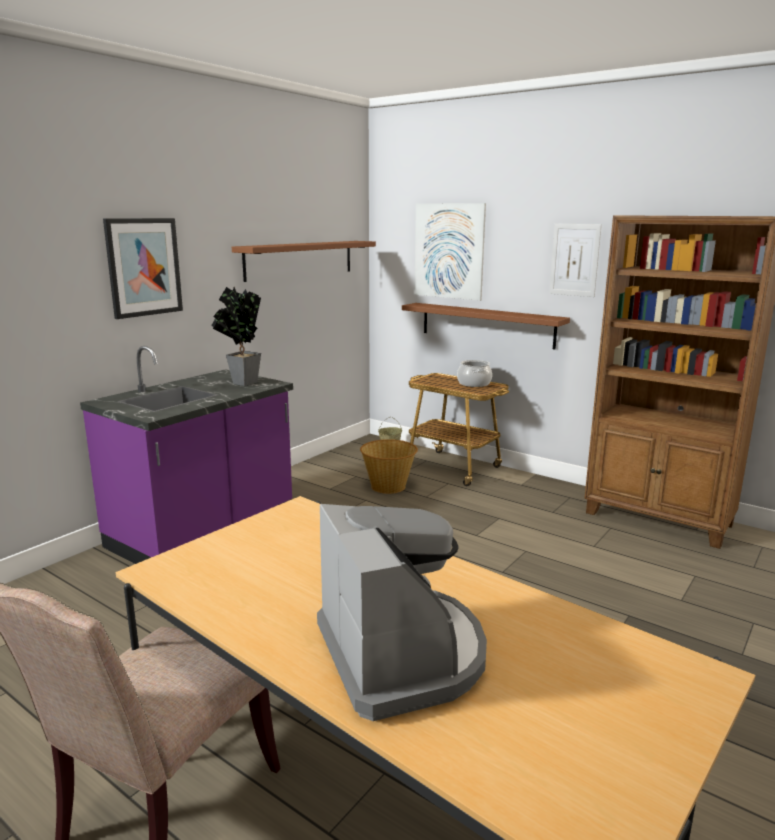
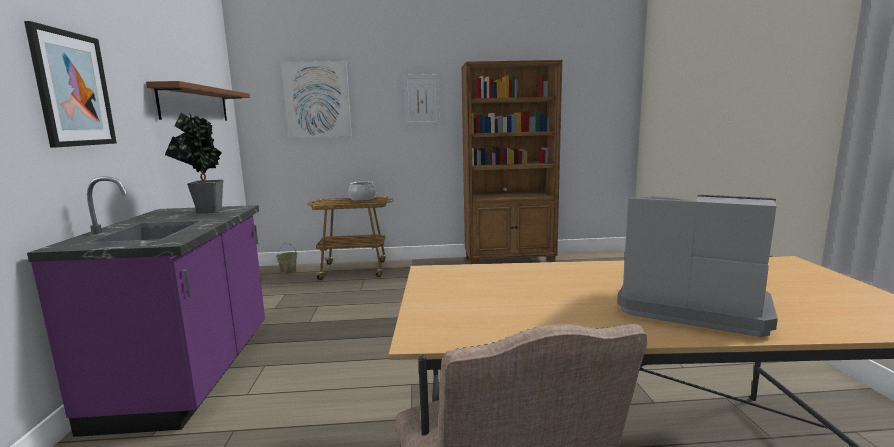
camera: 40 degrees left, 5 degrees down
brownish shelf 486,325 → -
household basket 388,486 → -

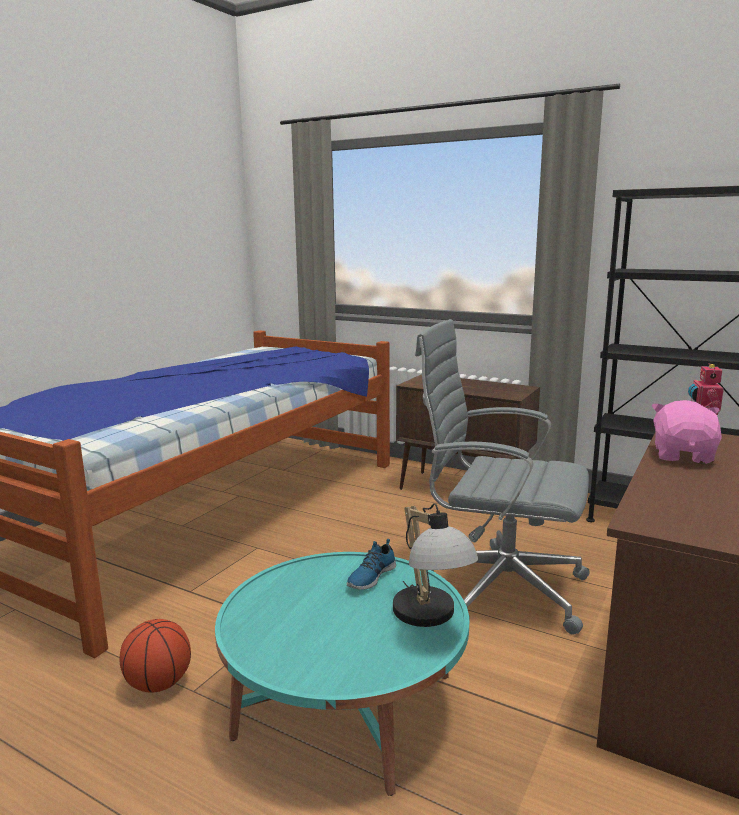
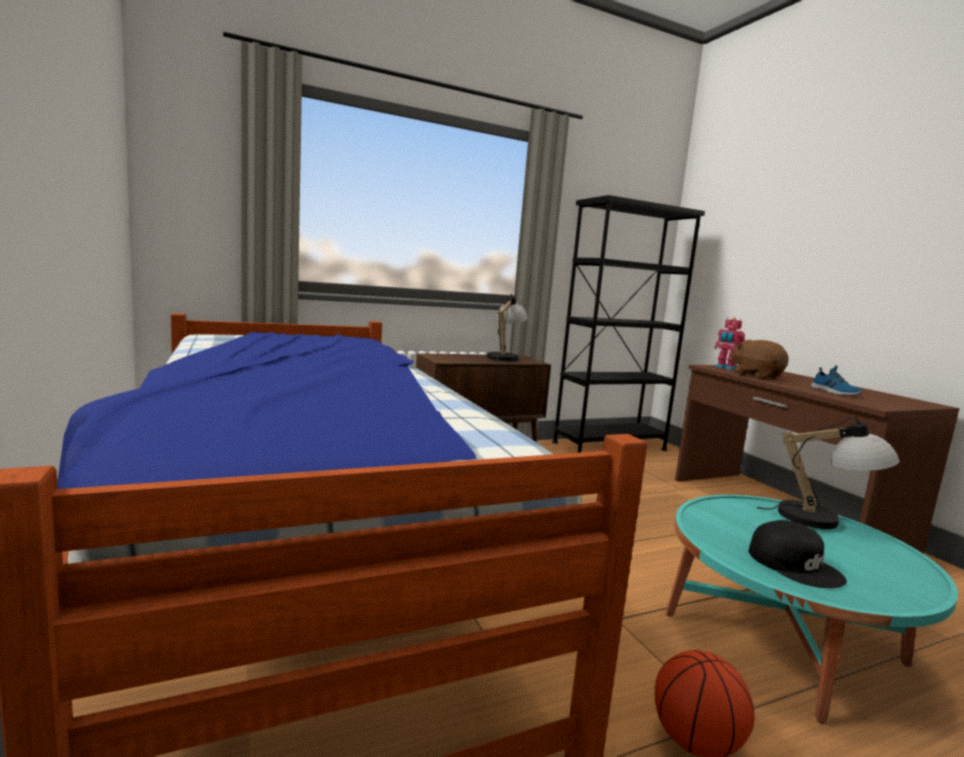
camera: 55 degrees left, 5 degrees down
grey office chair 499,588 → -
pinkish plush toy 683,455 → brownish plush toy 756,376
item of footwear 370,576 → item of footwear 834,392, relocated
- → lamp for a table 504,357
- → black cap 794,564

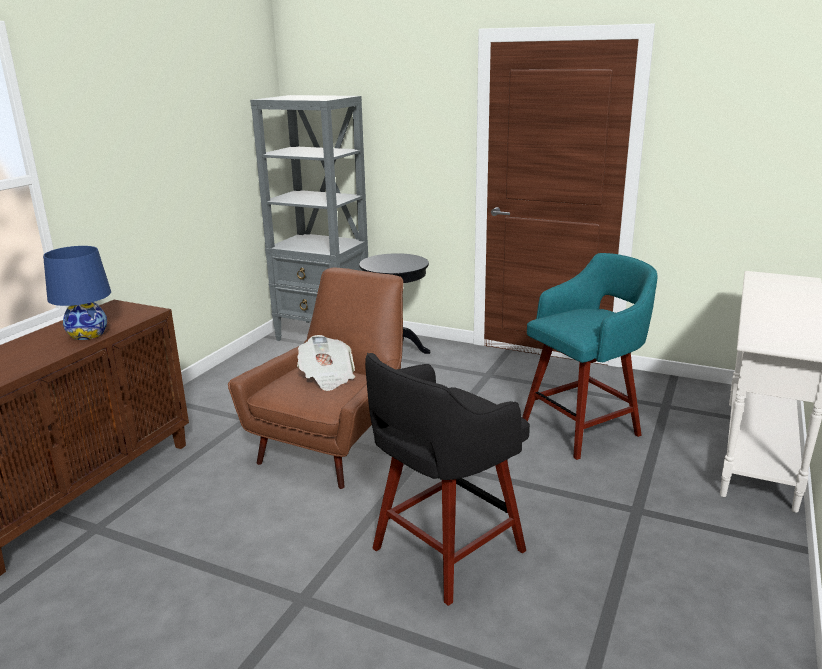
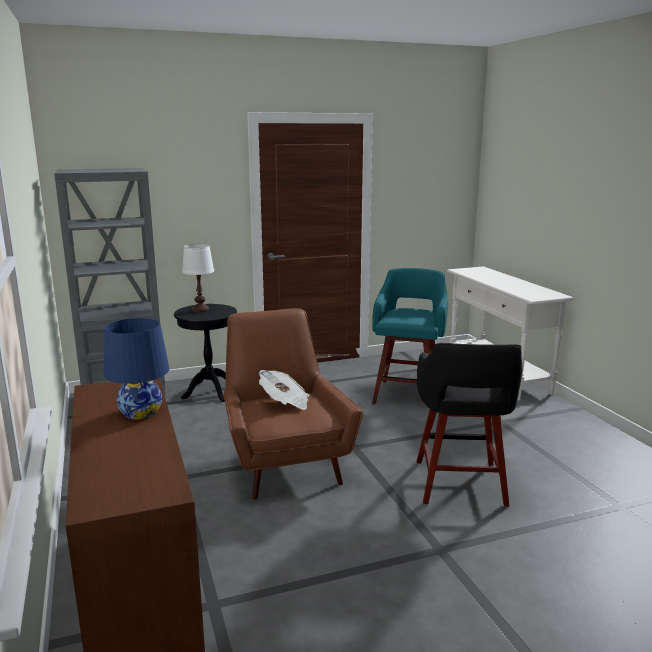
camera: 45 degrees left, 5 degrees down
- → white lamp for a table 200,310

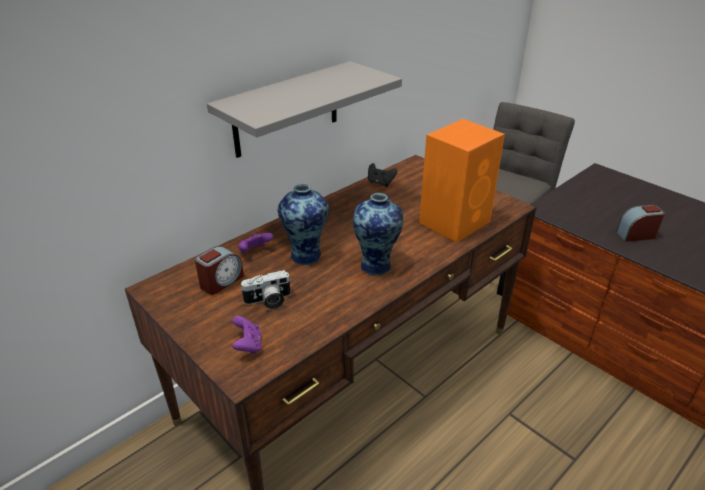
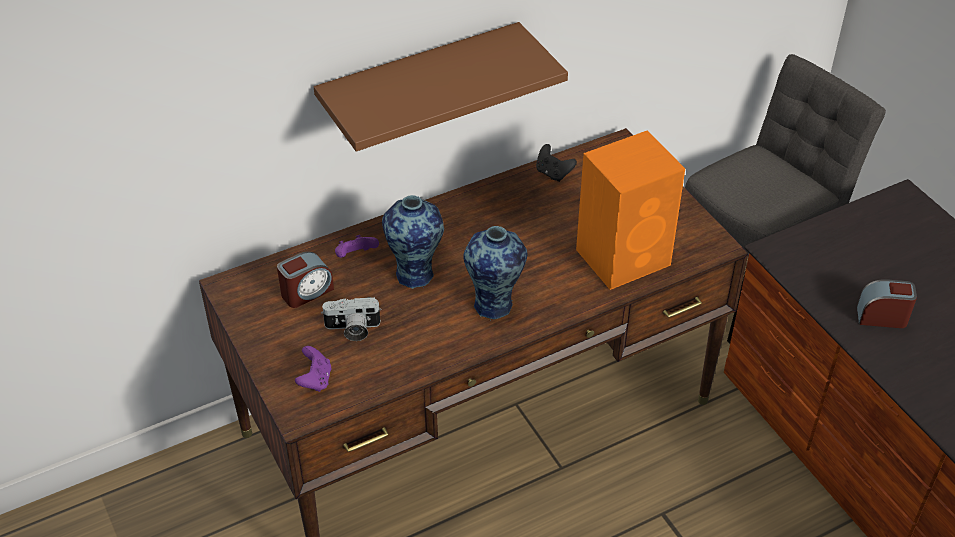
camera: 15 degrees right, 10 degrees up
grey shelf 286,109 → brownish shelf 420,84

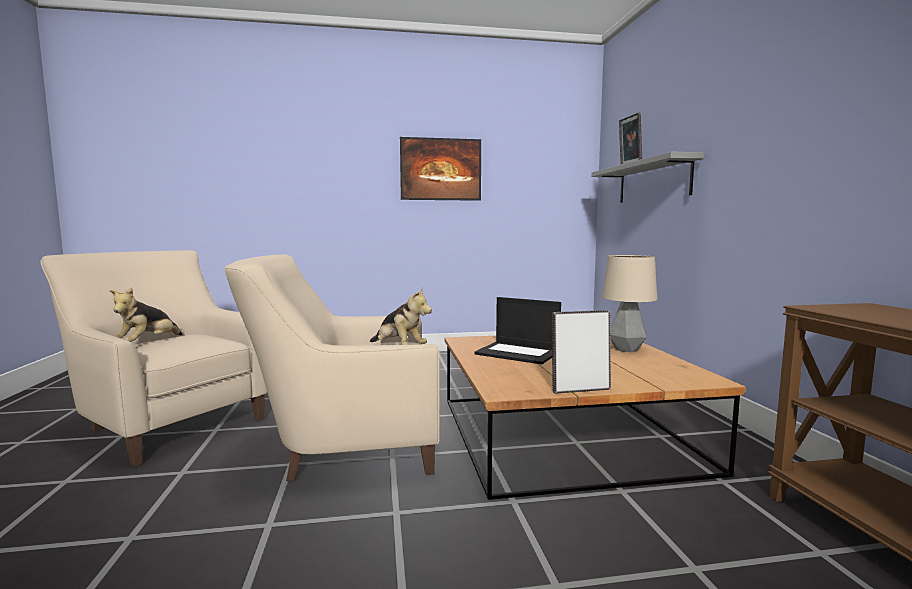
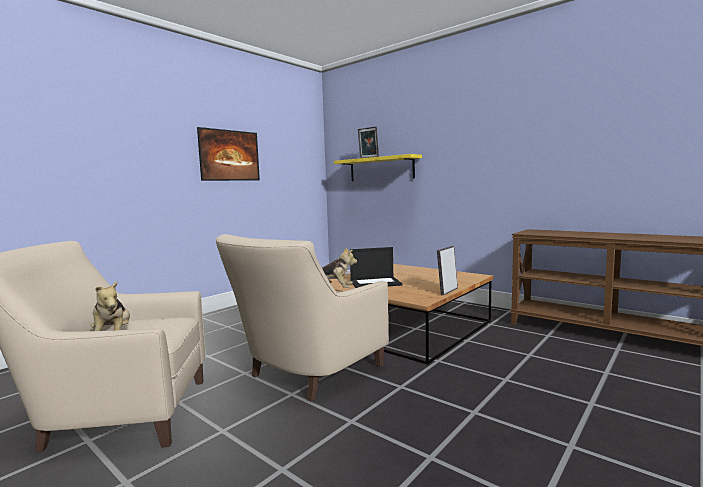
camera: 40 degrees left, 0 degrees up
grey shelf 653,181 → yellowish shelf 381,169
lamp for a table 626,349 → -

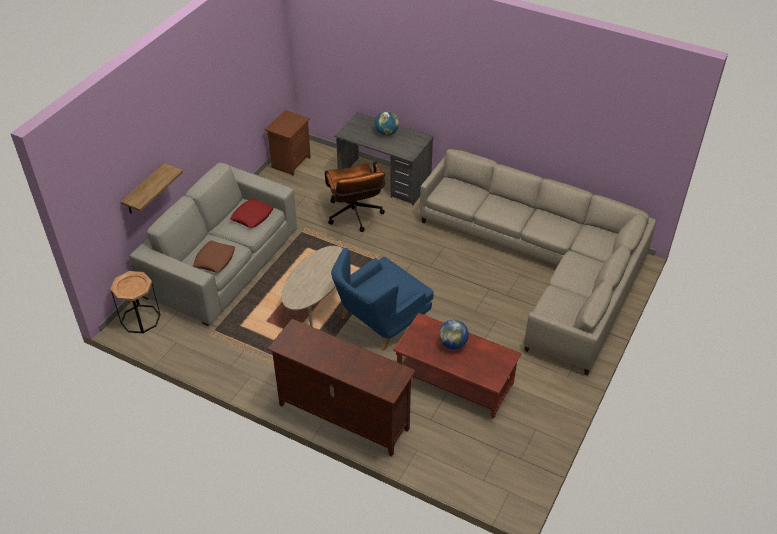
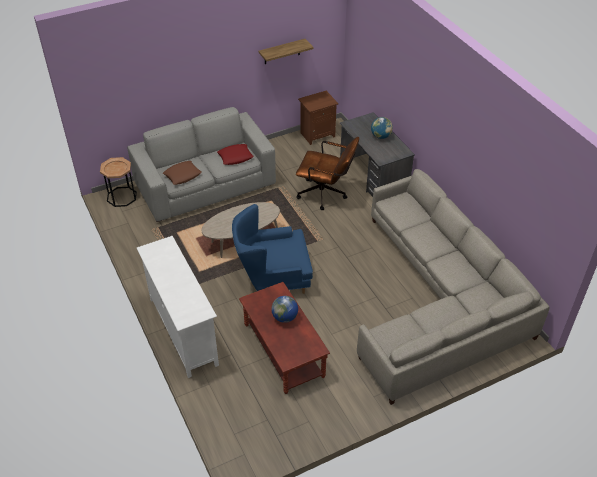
camera: 35 degrees right, 0 degrees up
brownish office chair 355,217 → brownish office chair 326,194, 90 degrees counterclockwise
shelf 144,190 → shelf 282,51, relocated
brownish media console 343,417 → white media console 182,331

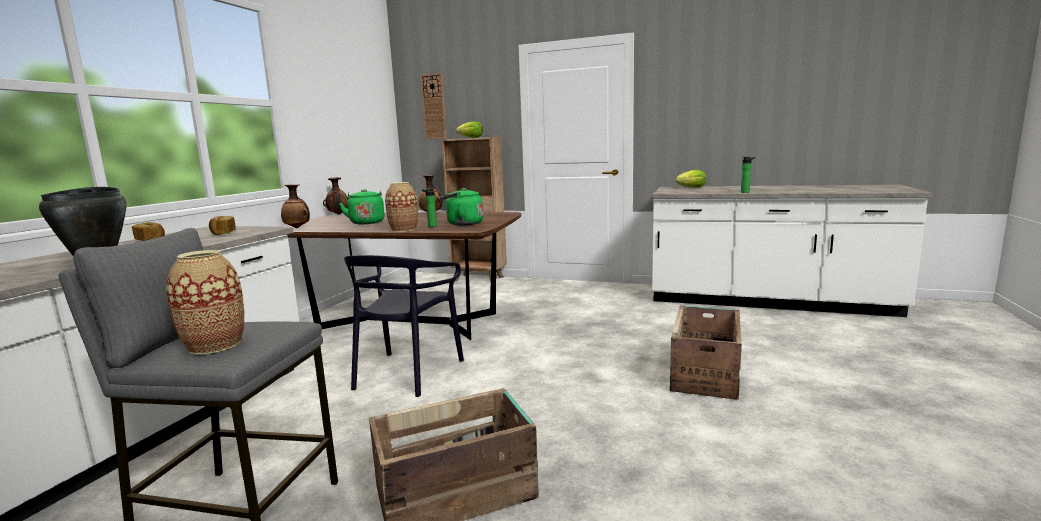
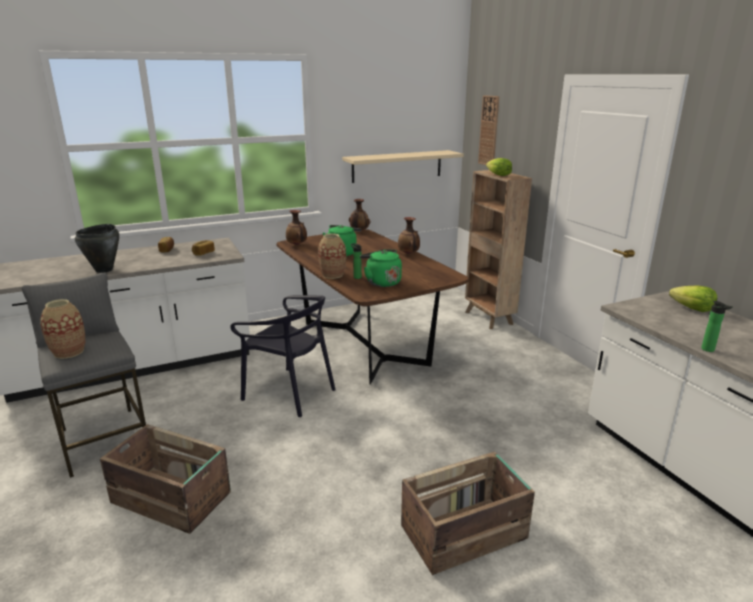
camera: 45 degrees right, 10 degrees up
black upright chair 407,373 → black upright chair 289,393, 120 degrees counterclockwise
- → beige-coloured shelf 397,166

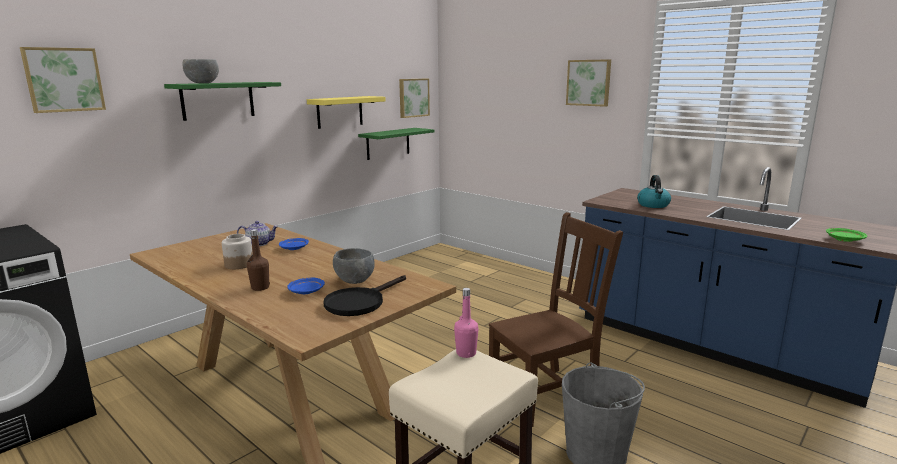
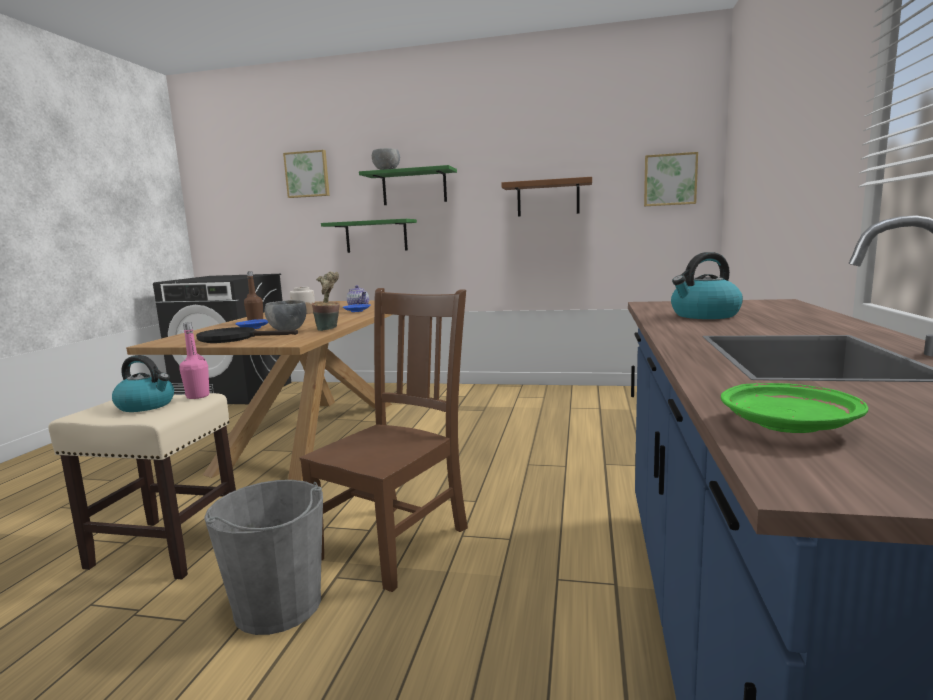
camera: 60 degrees right, 5 degrees down
wall art 589,82 → -
yellowish shelf 339,112 → brownish shelf 548,198
green shelf 388,143 → green shelf 376,236, relocated
brownish upright chair 547,395 → brownish upright chair 396,540, 90 degrees counterclockwise
- → plant in a pot 329,329
- → tea kettle 147,405

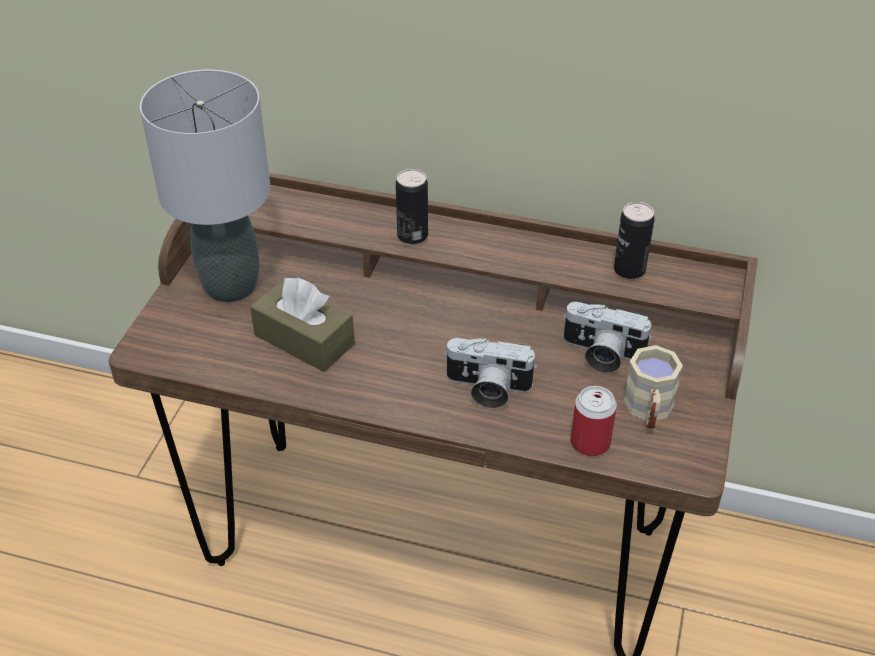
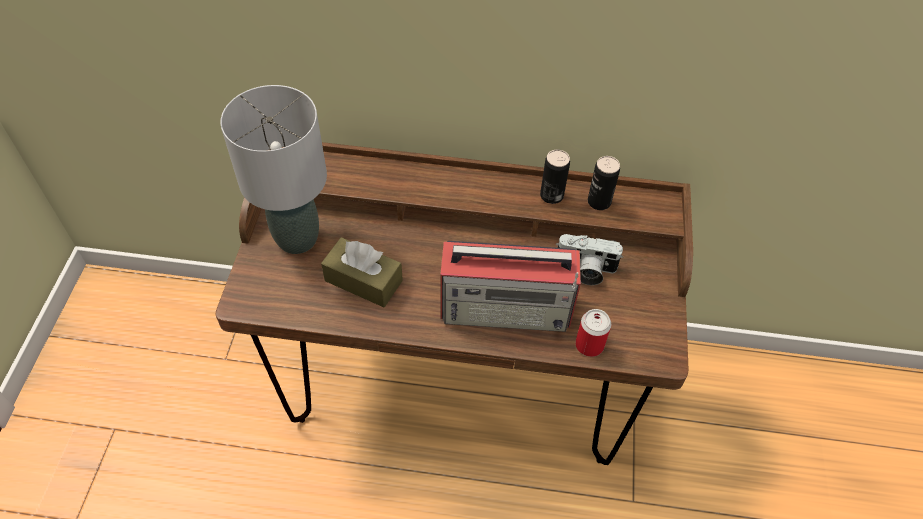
camera: 10 degrees left, 10 degrees up
sealed can 412,235 → sealed can 551,195, relocated
photo camera 487,389 → radio 507,308
beige-coloured mug 648,411 → -

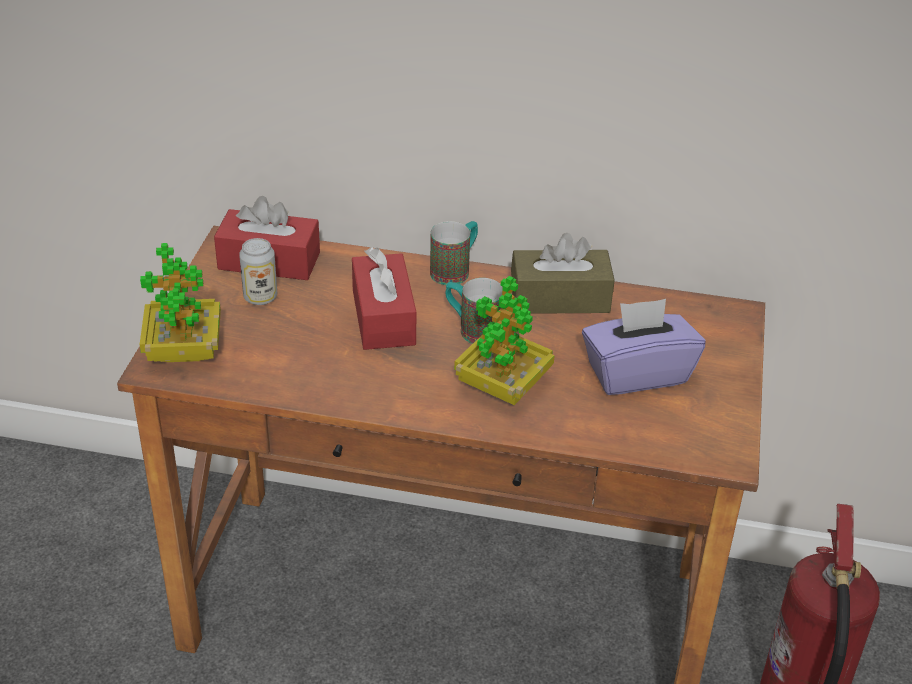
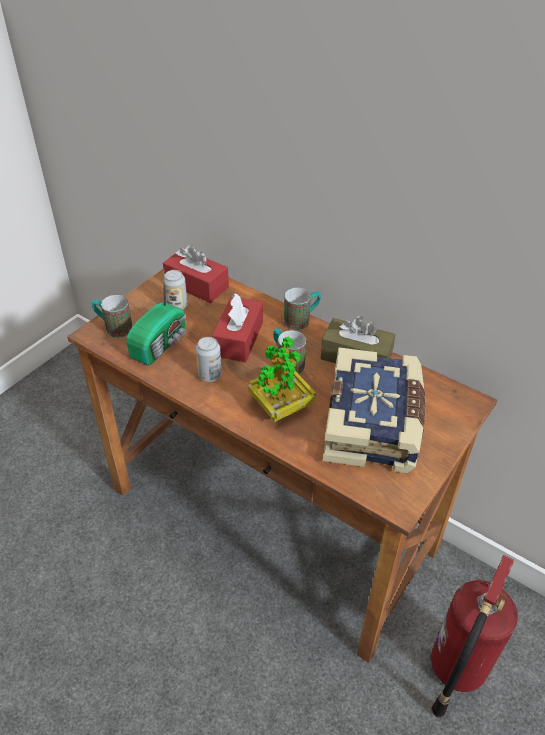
camera: 25 degrees right, 5 degrees up
plant in a pot 184,351 → mug 114,328
purple box of tissues 637,373 → book 374,424
- → radio 161,343
- → sealed can 210,375

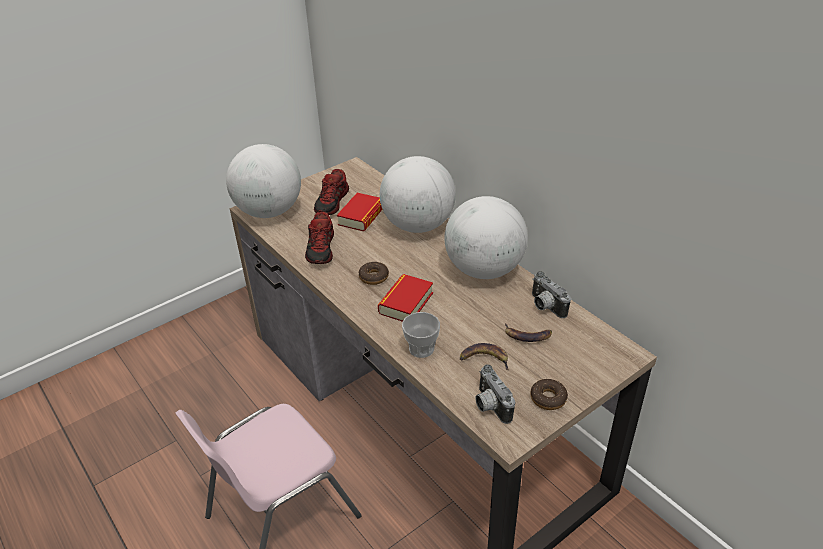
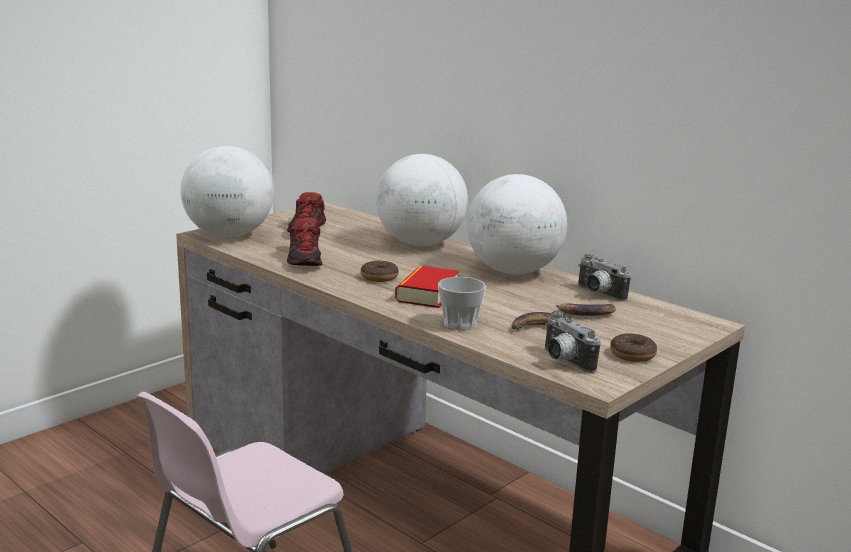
camera: 10 degrees left, 20 degrees down
book 361,216 → -

